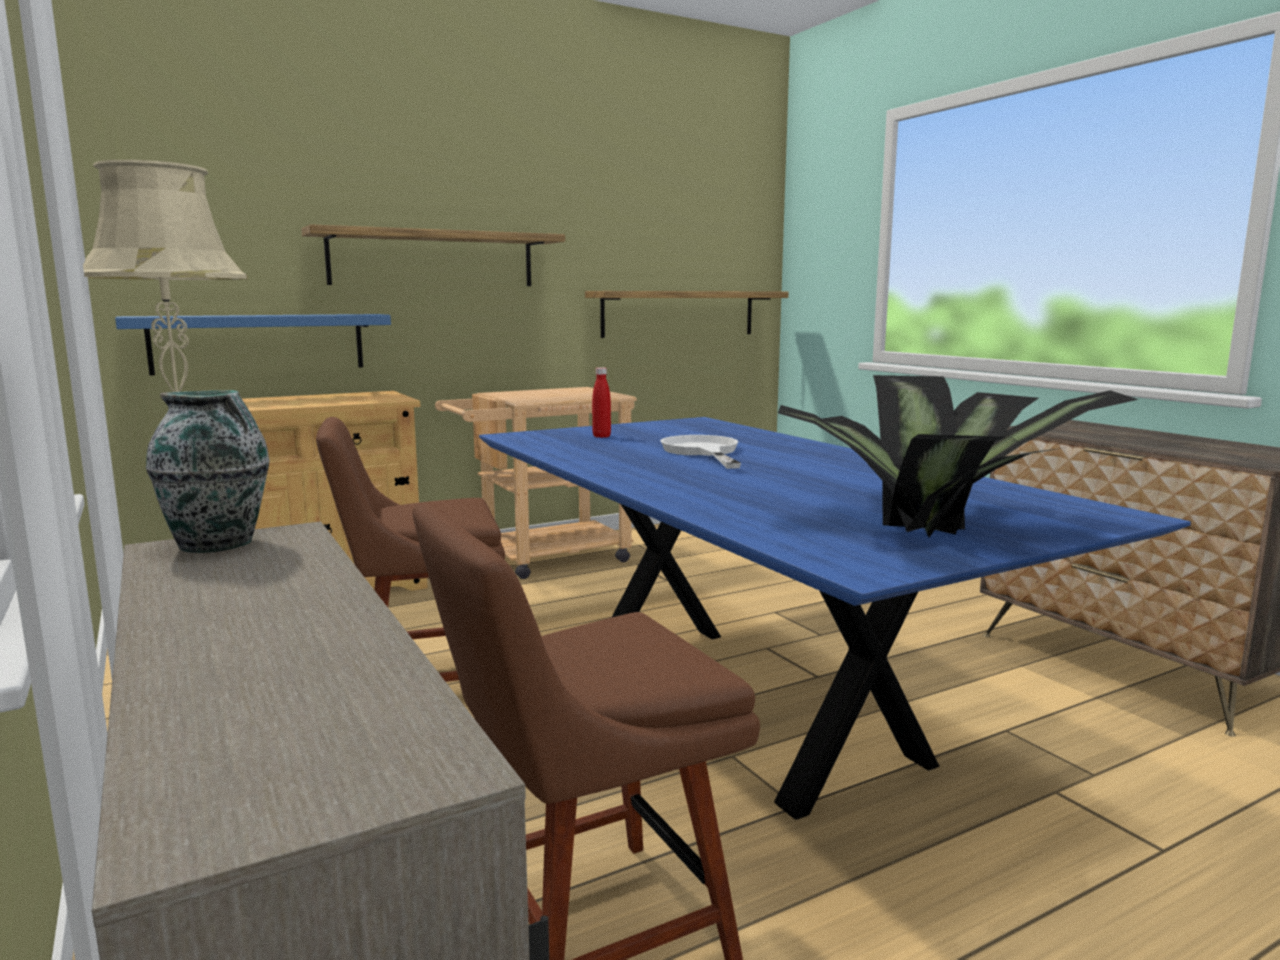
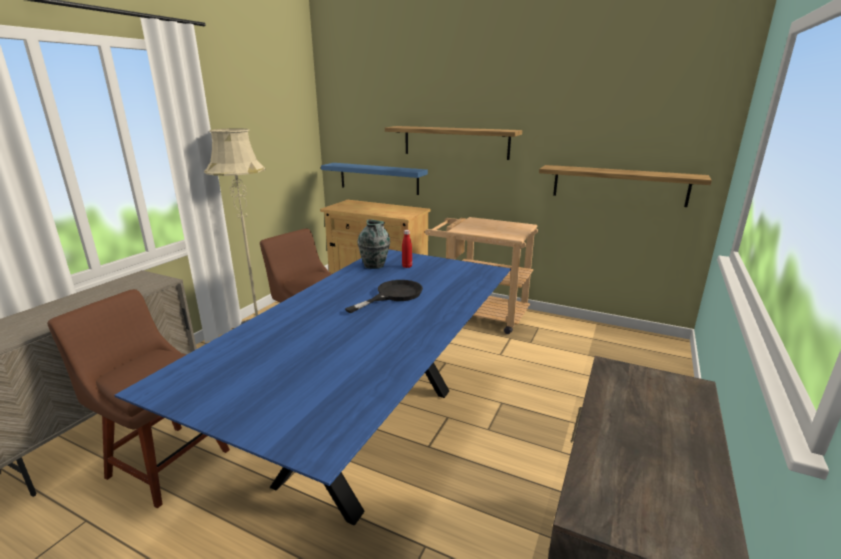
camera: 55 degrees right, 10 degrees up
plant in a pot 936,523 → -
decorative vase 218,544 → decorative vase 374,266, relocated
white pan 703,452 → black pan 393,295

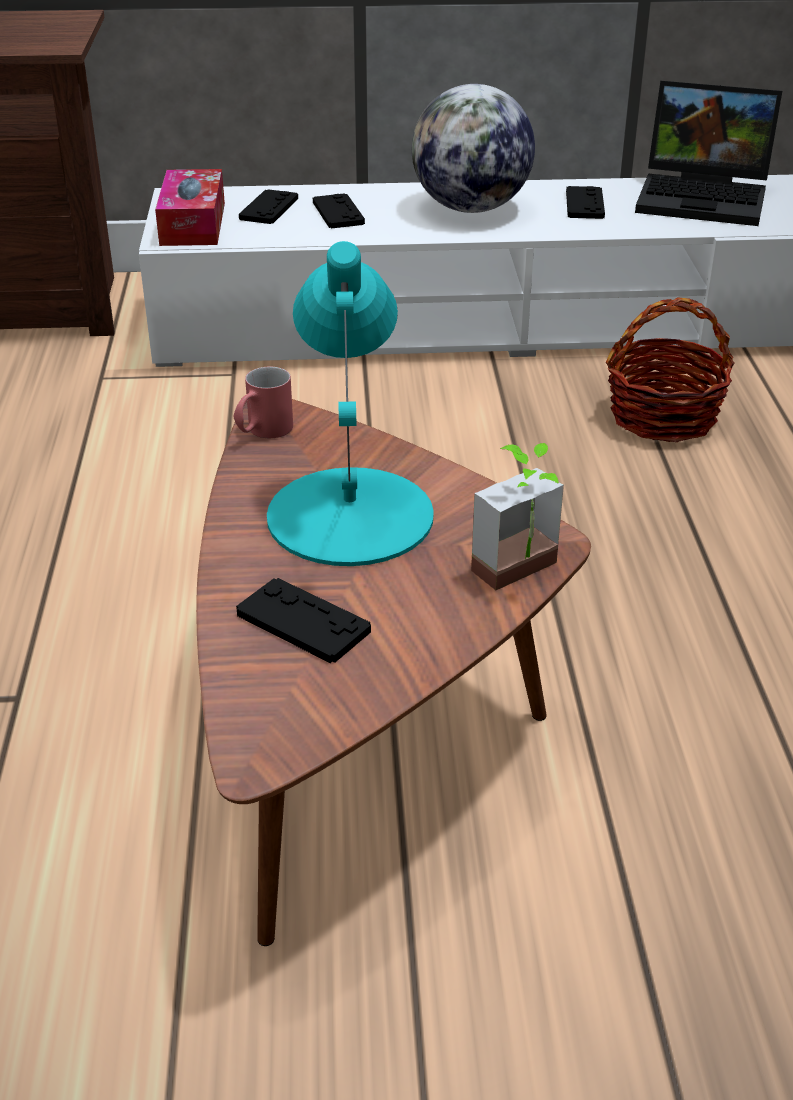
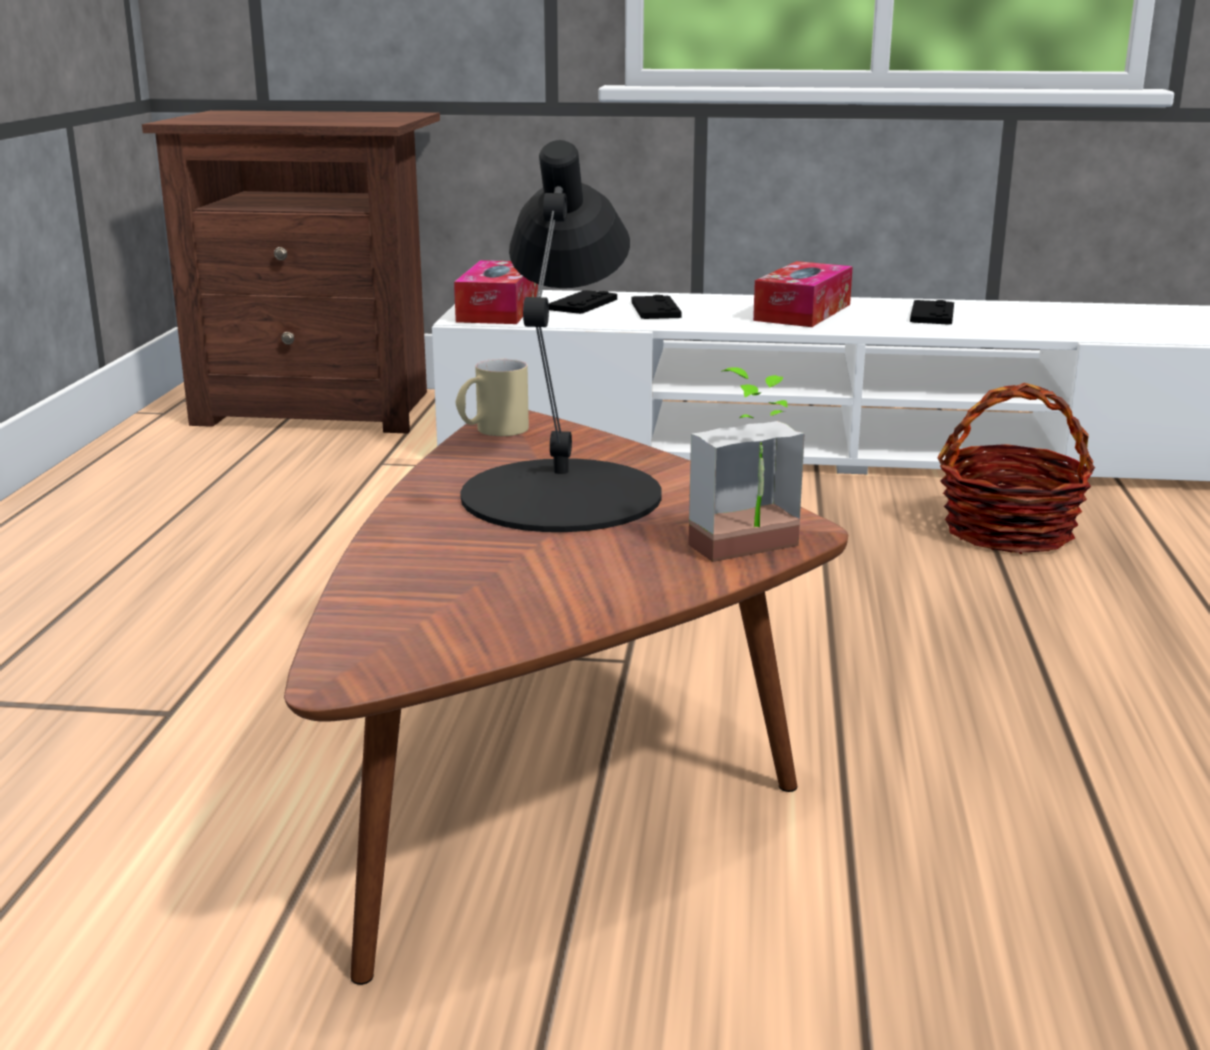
camera: 10 degrees right, 15 degrees down
notebook computer 706,198 → -
desk globe 471,208 → box of tissues 802,312
turquoise-coloured lamp for a table 351,514 → black lamp for a table 563,494
reddish mug 263,432 → beige-coloured mug 492,432
black game controller 303,622 → -

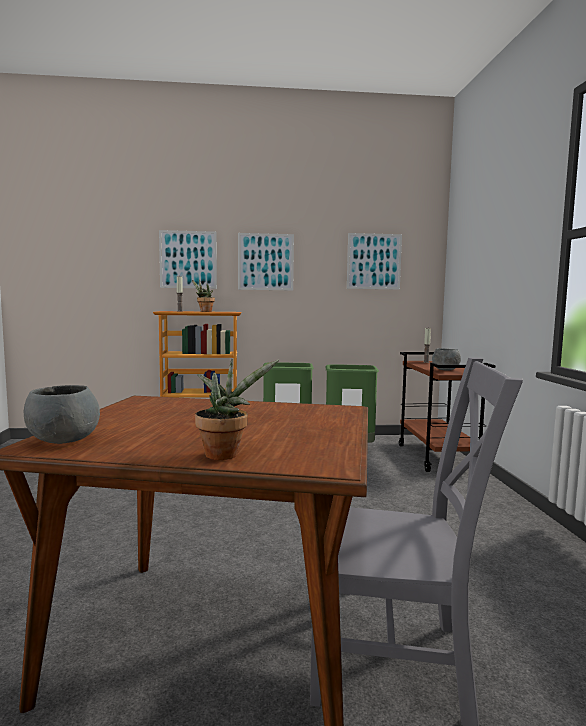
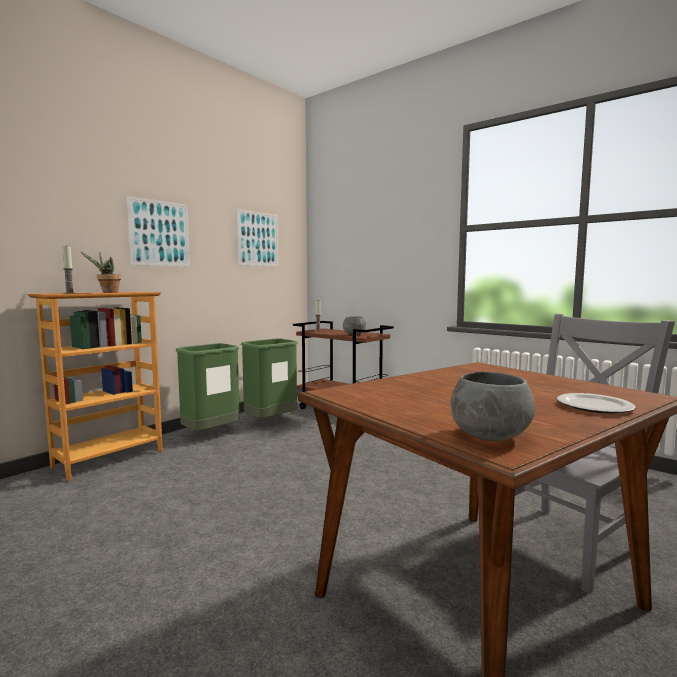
camera: 45 degrees left, 0 degrees up
wall art 188,259 → -
plant in a pot 225,454 → flat dish 594,406

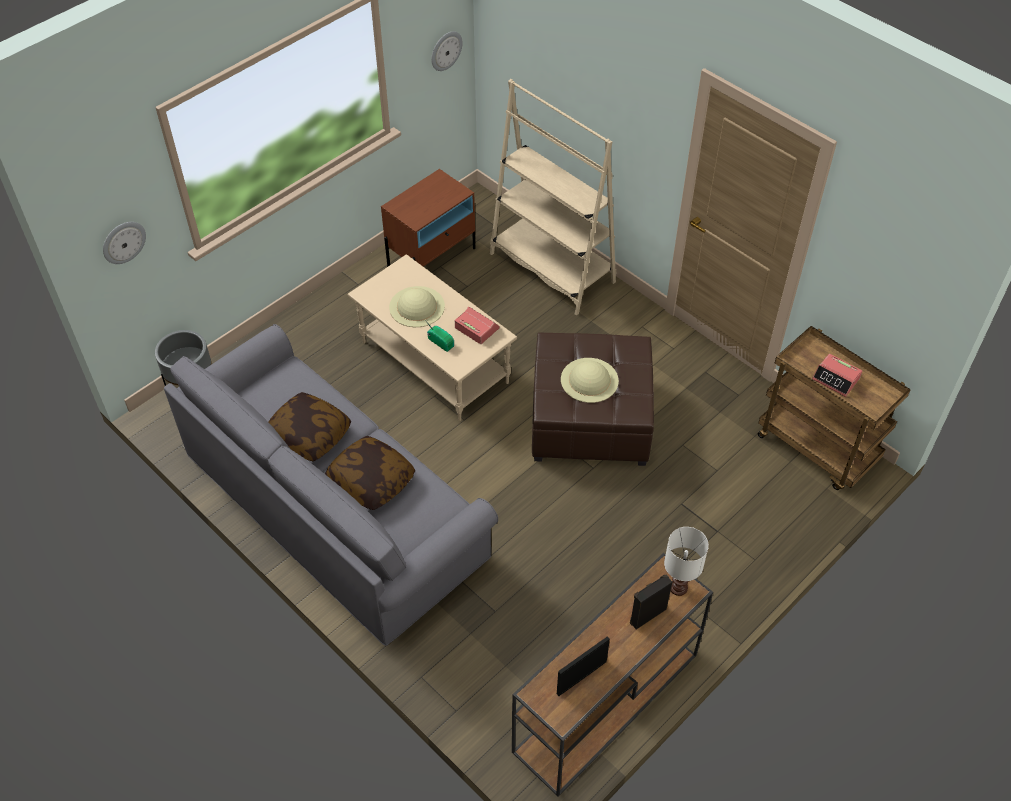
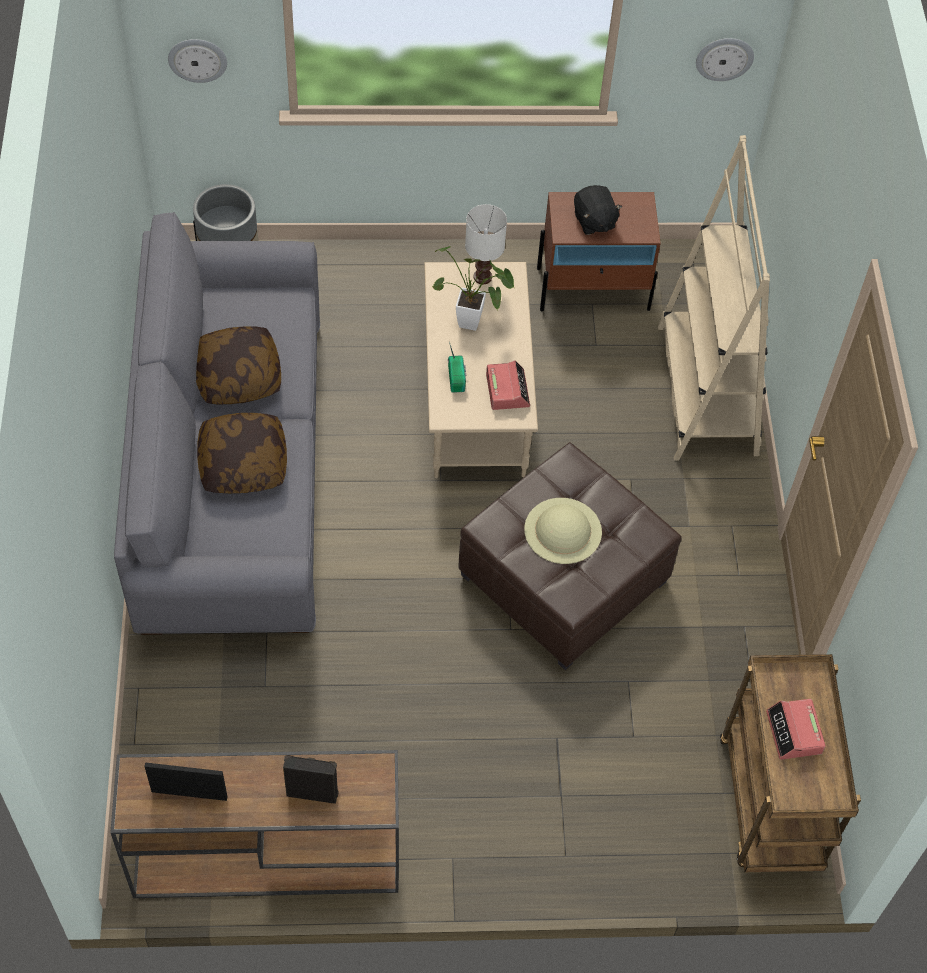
camera: 40 degrees right, 5 degrees up
beige-coloured hat 417,306 → plant in a pot 475,324
white lamp for a table 679,587 → white lamp for a table 483,277, relocated
- → black plush toy 594,221

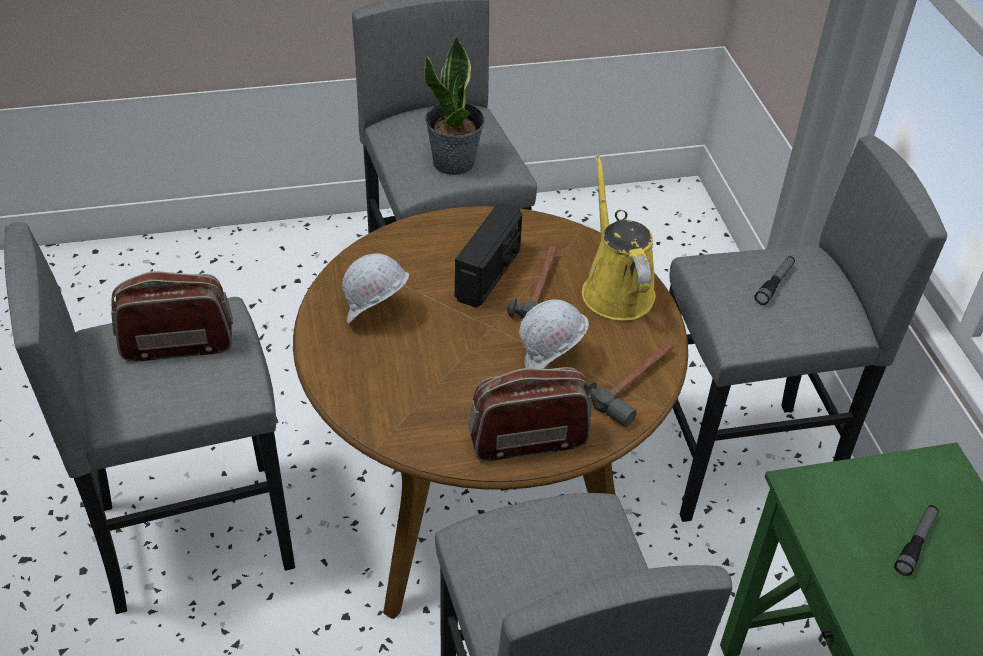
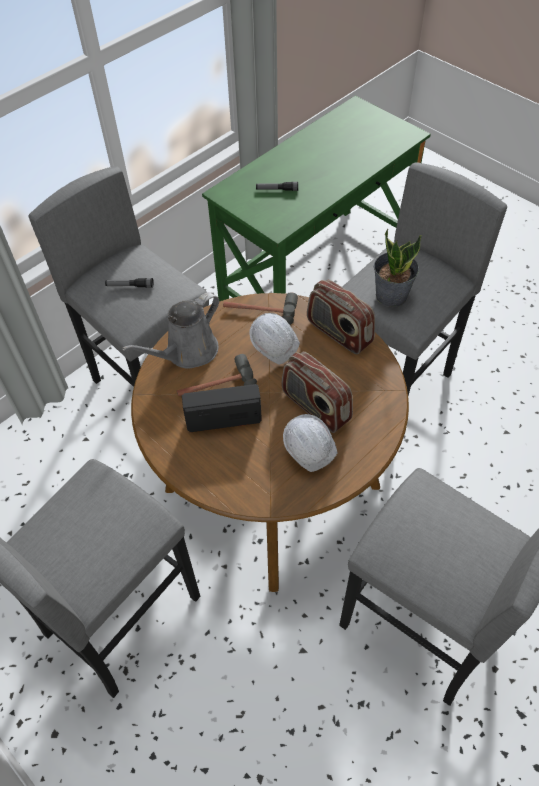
camera: 120 degrees left, 10 degrees up
plant in a pot 454,162 → plant in a pot 391,295, relocated
yellowish watering pot 615,289 → grey watering pot 187,352
radio 178,344 → radio 315,407, relocated

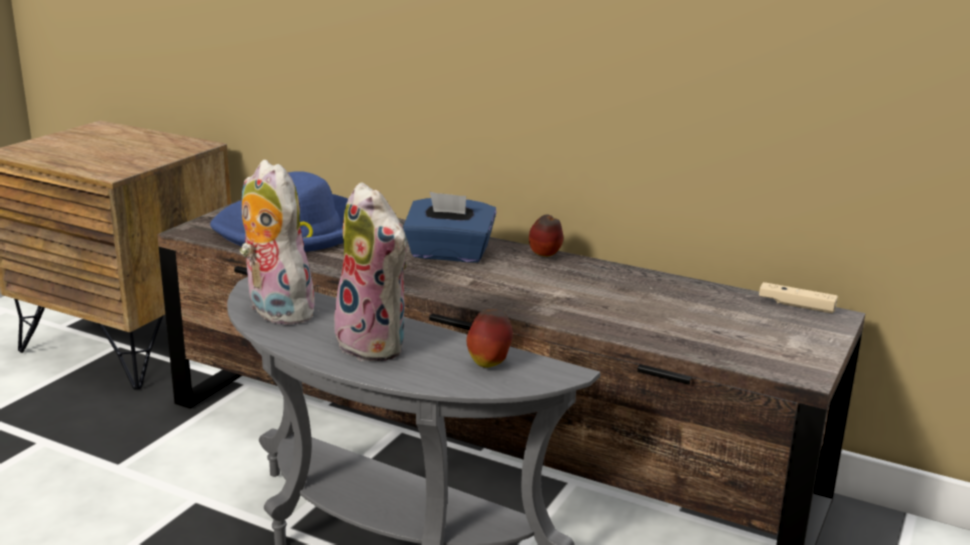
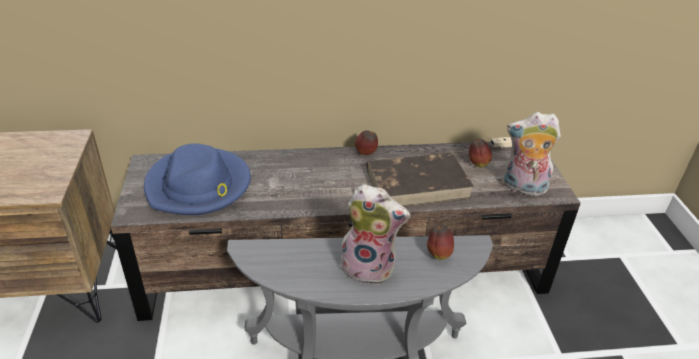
camera: 35 degrees left, 15 degrees up
plush toy 275,311 → plush toy 522,188, relocated
bluish box of tissues 449,254 → -
- → whole apple 477,164
- → brownish book 418,183

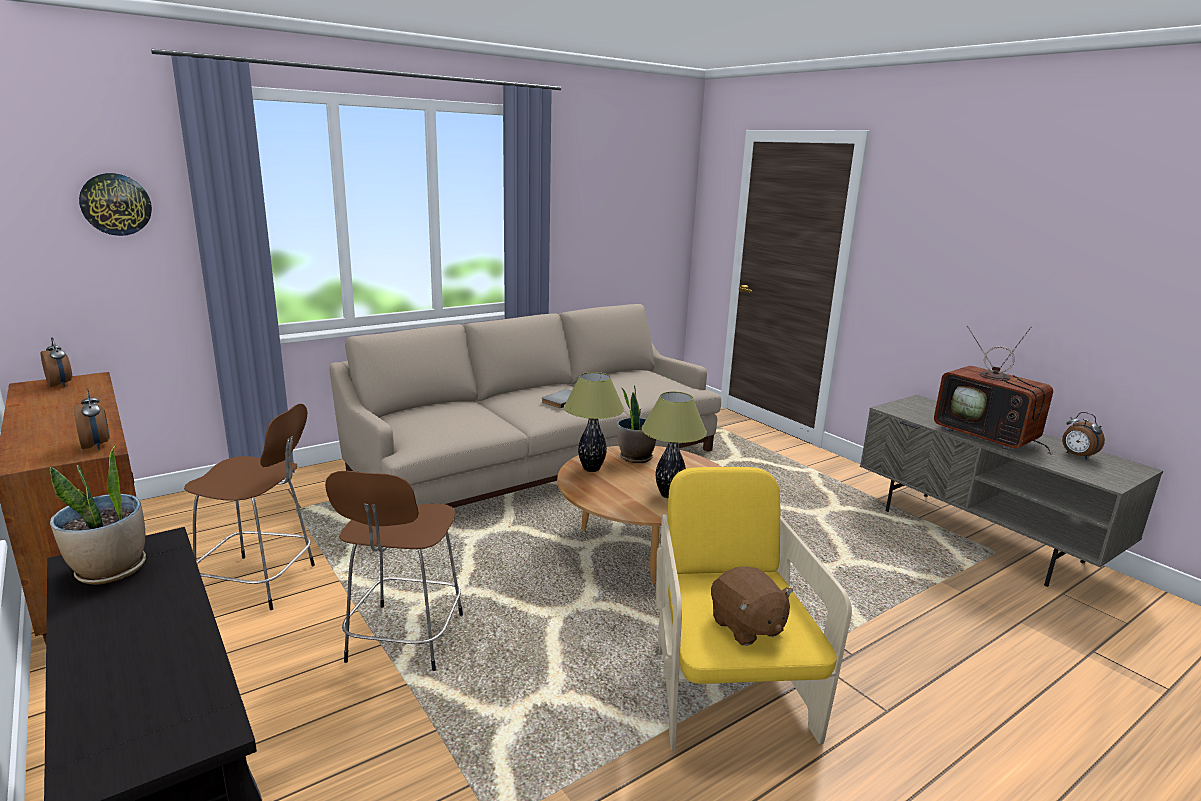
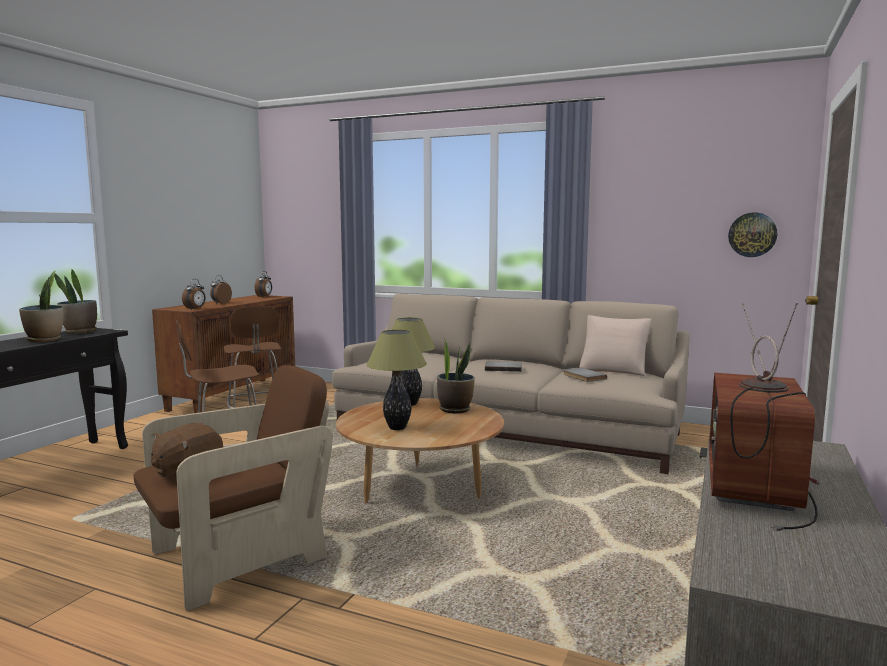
camera: 60 degrees right, 10 degrees down
clock on the wall 116,204 → clock on the wall 752,234, relocated
bedside clock 1076,456 → bedside clock 220,303, relocated
yellowish easy chair 727,690 → brownish easy chair 238,559
- → plant in a pot 45,339
- → beige-coloured throw pillow 614,369
- → grey book 583,376

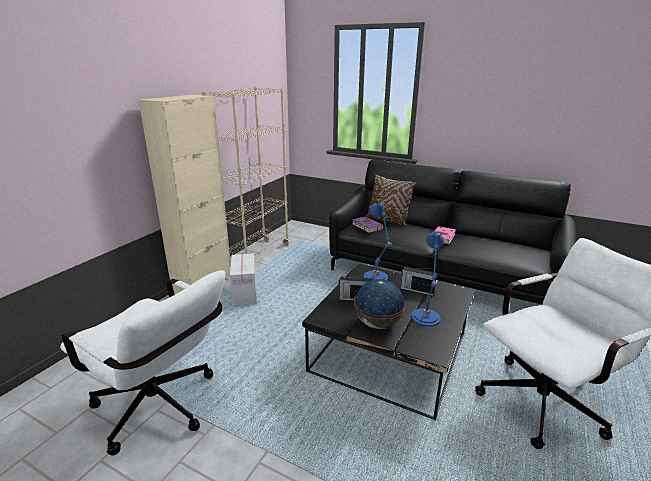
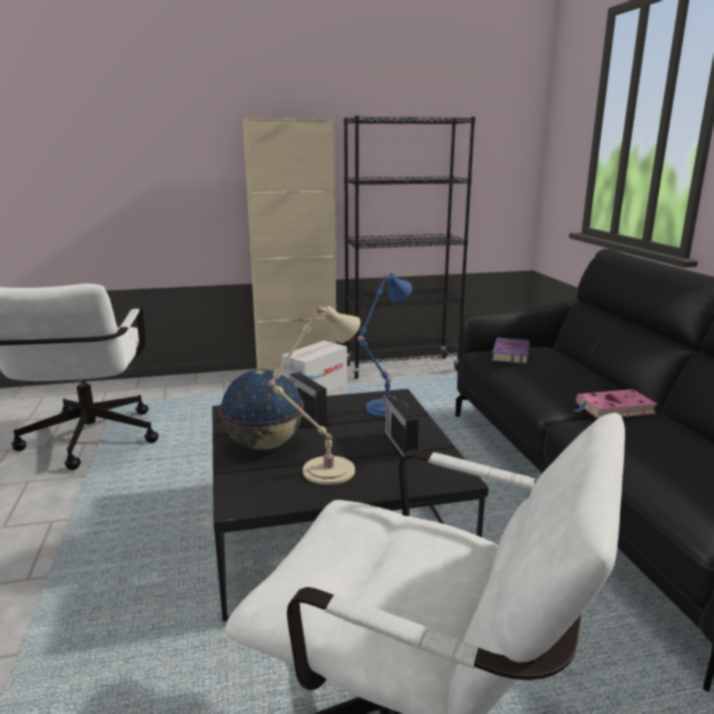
camera: 50 degrees right, 5 degrees down
beige-coloured shelving unit 256,255 → black shelving unit 402,368
brownish throw pillow 387,220 → -
bluish lamp for a table 425,319 → beige-coloured lamp for a table 324,472

